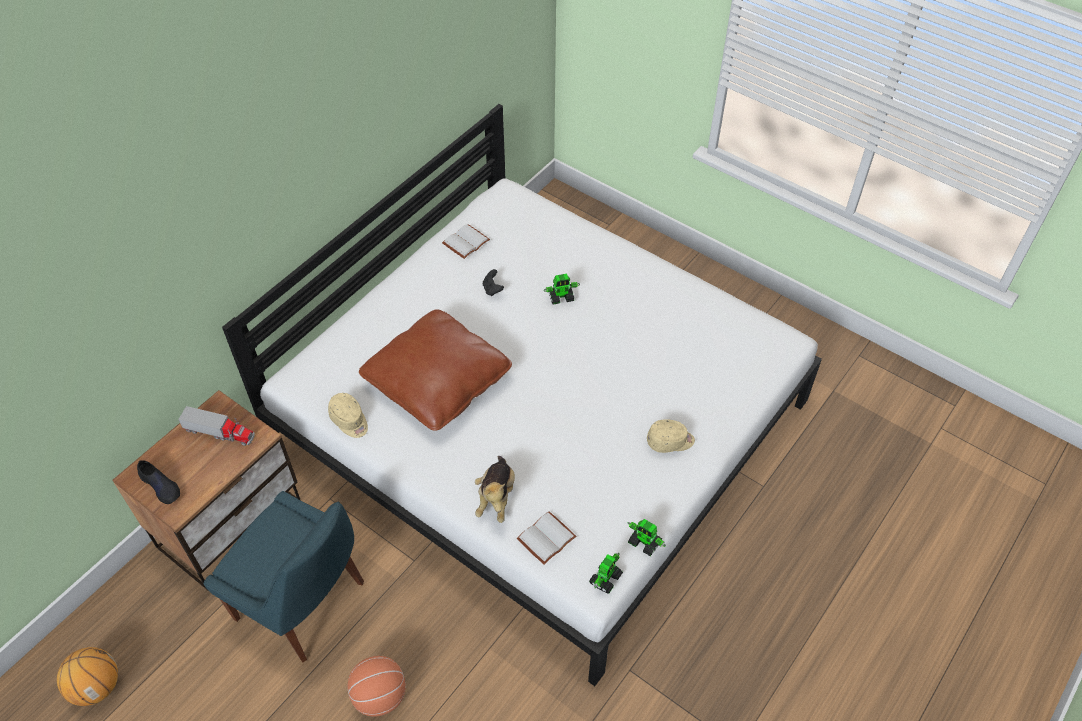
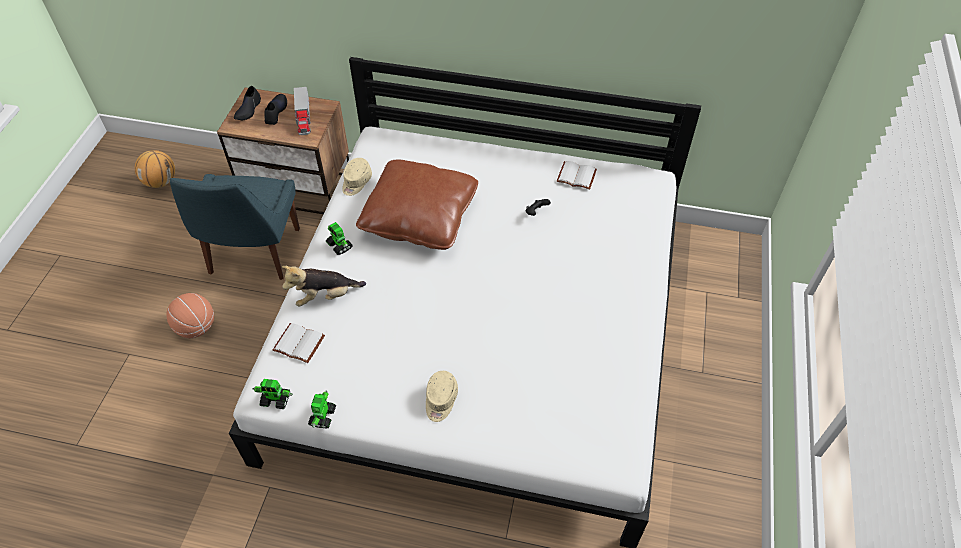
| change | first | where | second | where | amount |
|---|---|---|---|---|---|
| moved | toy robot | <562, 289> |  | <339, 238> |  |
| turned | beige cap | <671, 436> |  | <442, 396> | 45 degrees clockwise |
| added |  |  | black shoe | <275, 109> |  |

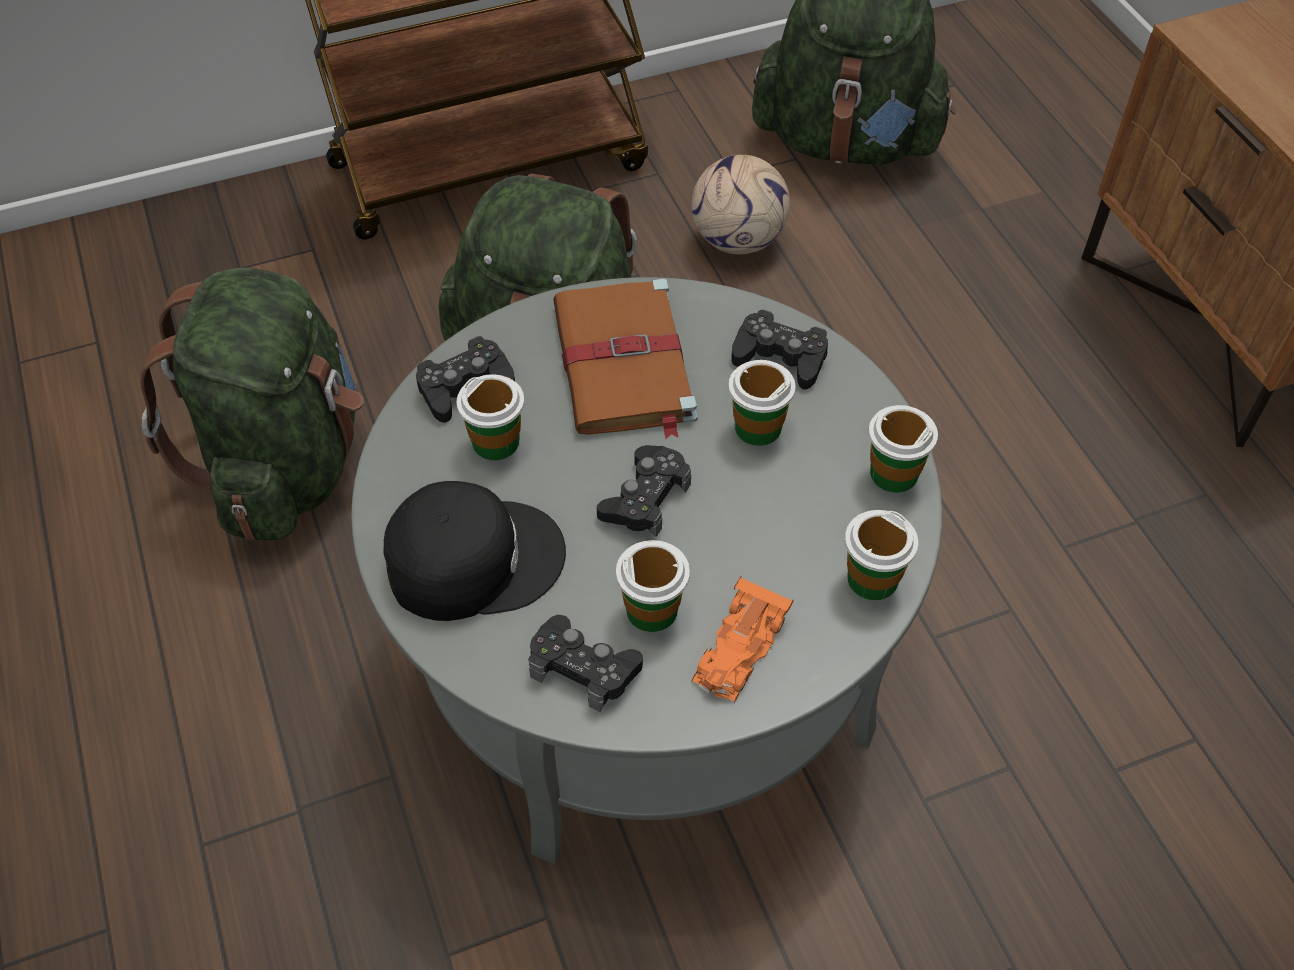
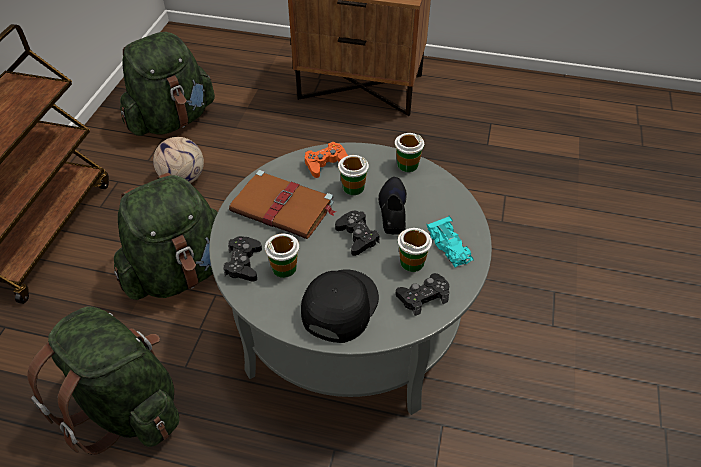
| change | first | where | second | where | amount |
|---|---|---|---|---|---|
| recoloured | orange toy car | <742, 638> | turquoise toy car | <450, 241> |  |
| recoloured | black game controller | <779, 349> | orange game controller | <326, 160> |  |
| removed | cup | <881, 555> |  |  |  |
| added |  |  | black shoe | <392, 206> |  |

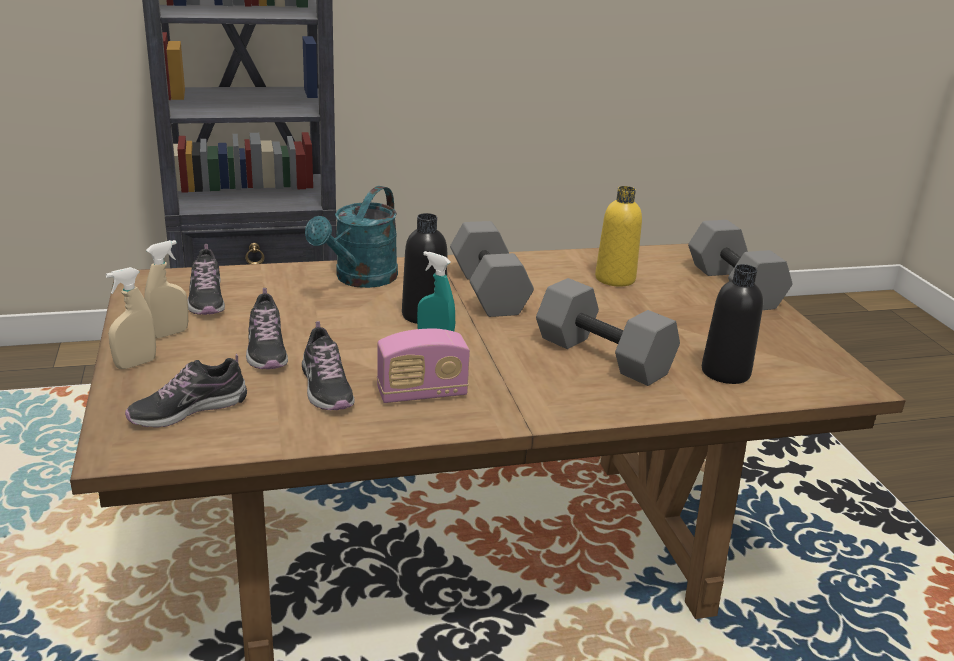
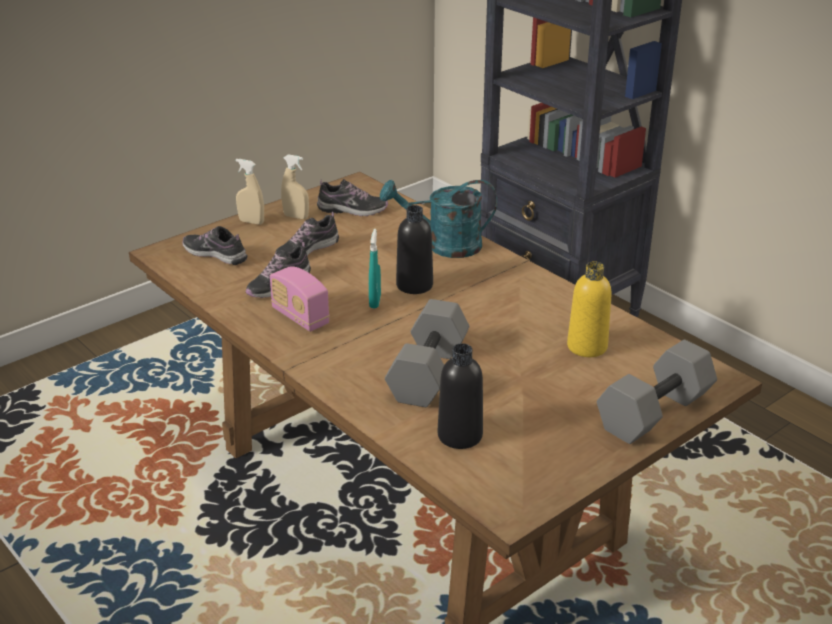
| change | first | where | second | where | amount |
|---|---|---|---|---|---|
| turned | shoe | <206, 279> |  | <352, 197> | 135 degrees counterclockwise |
| removed | grey dumbbell | <492, 269> |  |  |  |

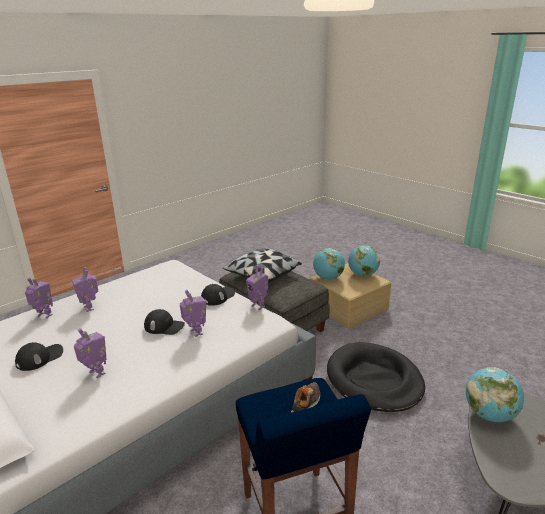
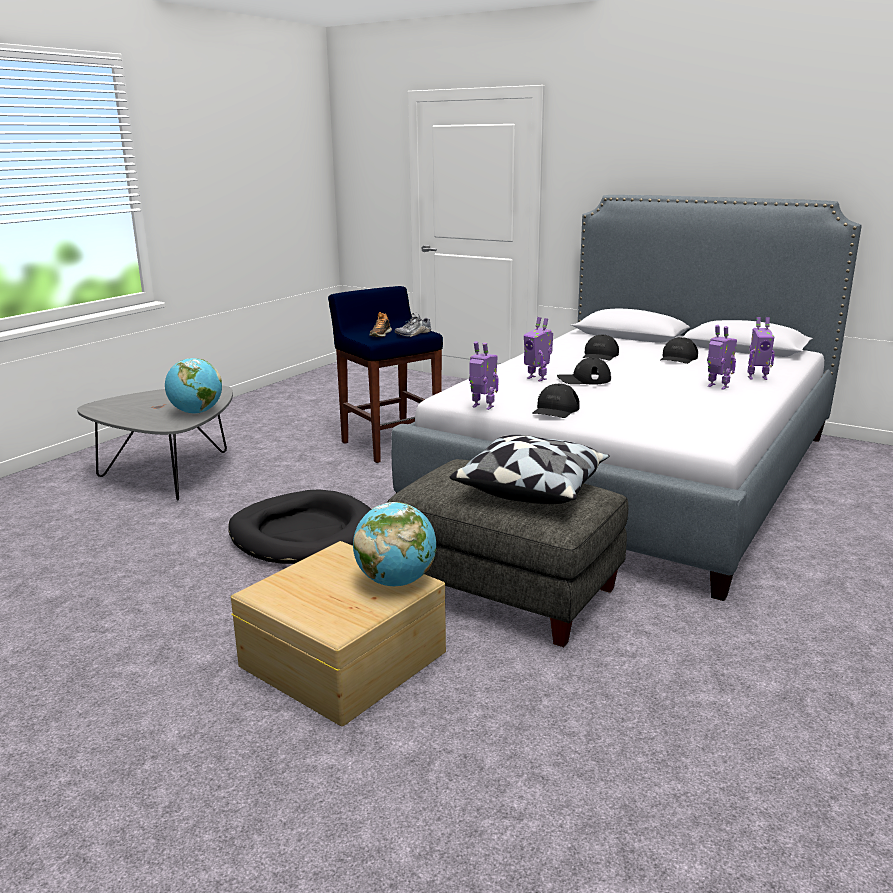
| change | first | where | second | where | amount |
|---|---|---|---|---|---|
| replaced | toy robot | <90, 353> | black cap | <601, 348> |  |
| removed | globe | <364, 261> |  |  |  |
| added |  |  | shoe | <413, 325> |  |

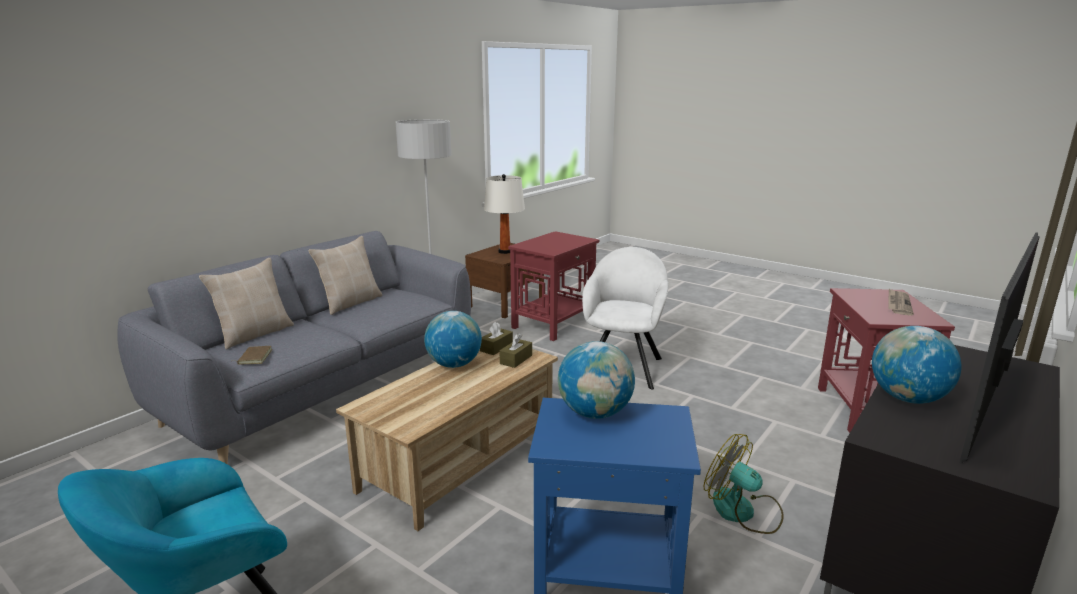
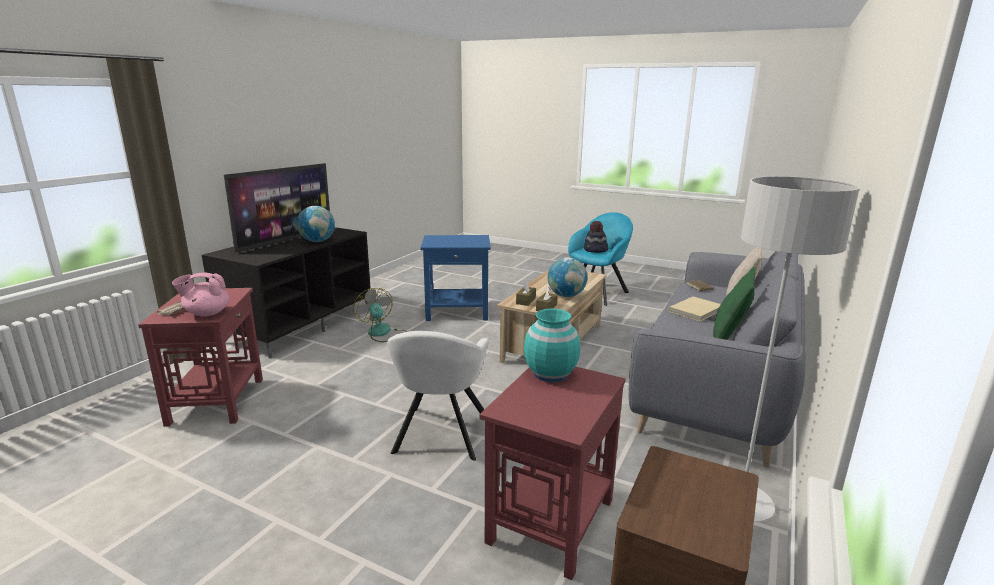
| change | first | where | second | where | amount |
|---|---|---|---|---|---|
| recoloured | beige pillow | <345, 275> | green pillow | <734, 303> |  |
| removed | white table lamp | <504, 214> |  |  |  |
| removed | globe | <596, 380> |  |  |  |
| turned | fan | <744, 484> |  | <380, 315> | 150 degrees counterclockwise |
| added |  |  | pink teapot | <201, 295> |  |
| added |  |  | turquoise vase | <552, 345> |  |
| added |  |  | hat | <596, 237> |  |
| added |  |  | beige book | <694, 309> |  |

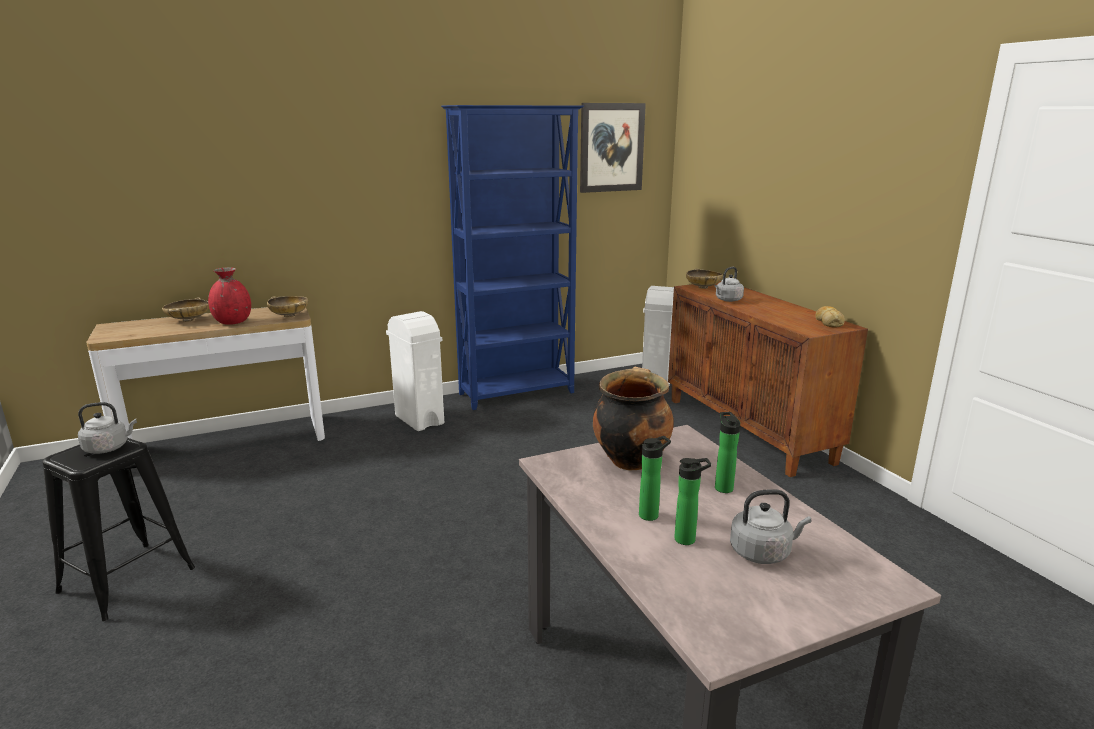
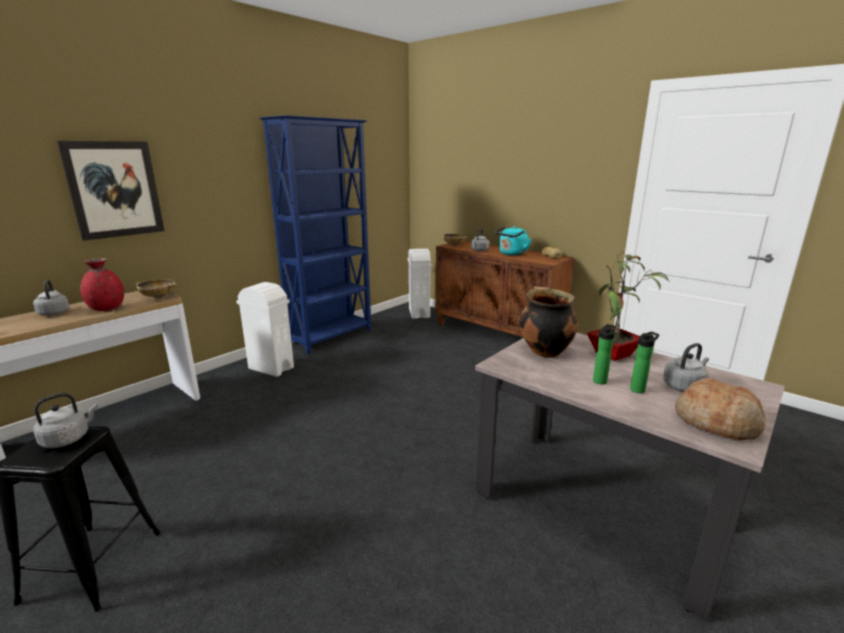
| change | first | where | second | where | amount |
|---|---|---|---|---|---|
| replaced | beige bowl | <185, 309> | grey kettle | <51, 298> |  |
| moved | picture | <613, 148> |  | <111, 191> |  |
| replaced | bottle | <727, 452> | potted plant | <628, 306> |  |
| added |  |  | turquoise kettle | <513, 240> |  |
| added |  |  | bread | <720, 409> |  |

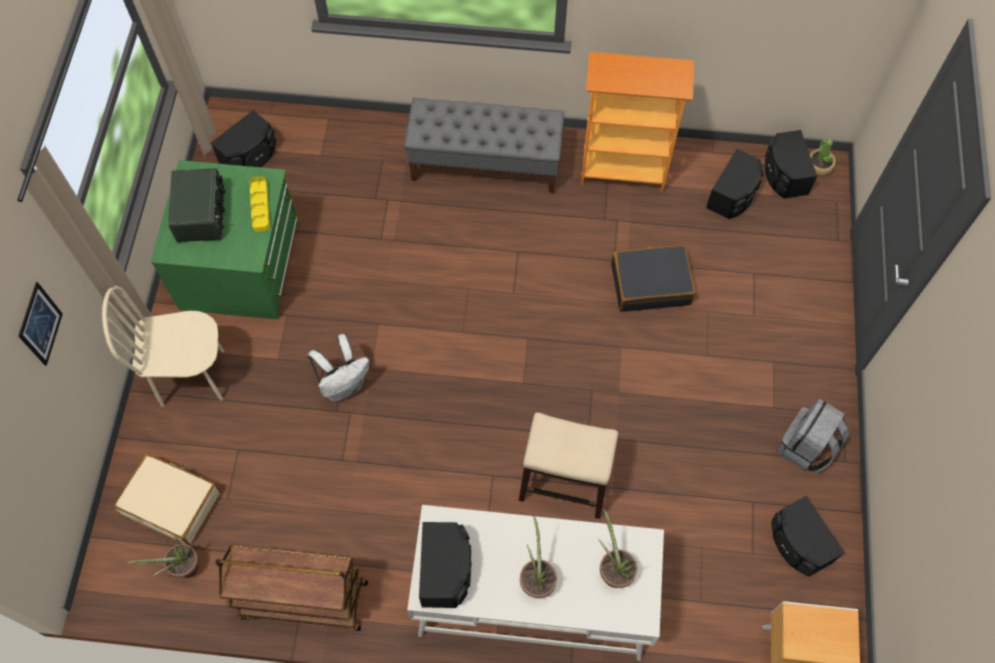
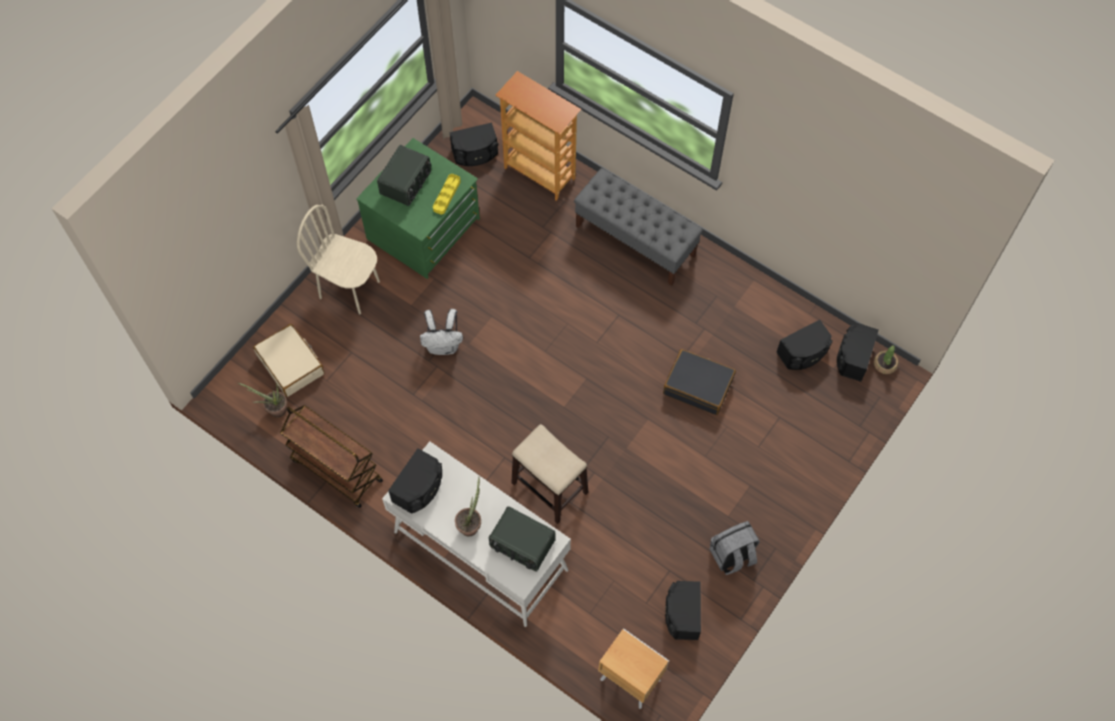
| change | first | where | second | where | amount |
|---|---|---|---|---|---|
| removed | picture | <40, 324> |  |  |  |
| moved | bookcase | <637, 122> |  | <538, 136> |  |
| replaced | potted plant | <618, 548> | radio | <522, 539> |  |

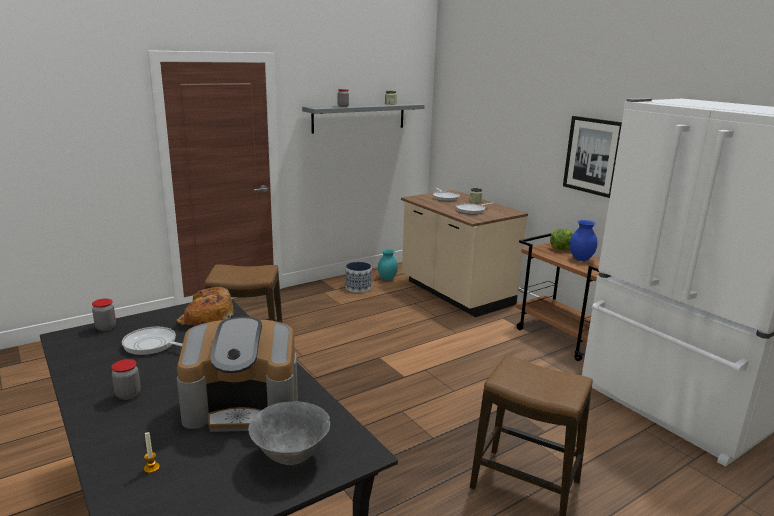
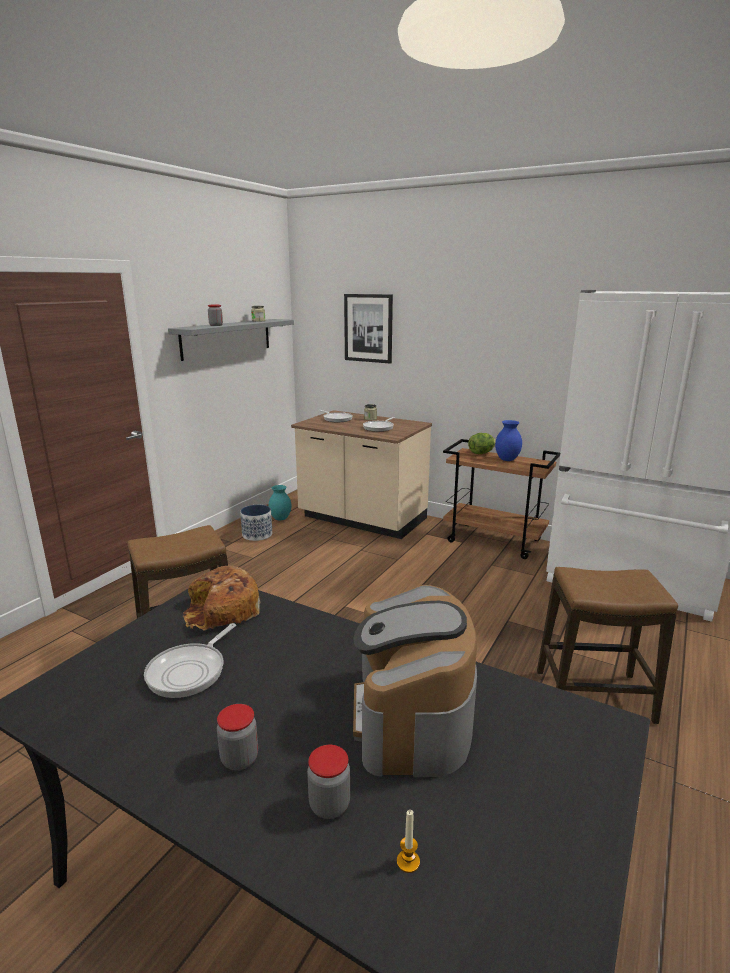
| change | first | where | second | where | amount |
|---|---|---|---|---|---|
| moved | jar | <104, 314> |  | <328, 782> |  |
| turned | frying pan | <152, 341> |  | <190, 660> | 60 degrees counterclockwise |
| turned | coffee machine | <237, 374> |  | <415, 681> | 120 degrees clockwise |
| removed | grey bowl | <289, 433> |  |  |  |
| moved | picture | <592, 157> |  | <368, 328> |  |

